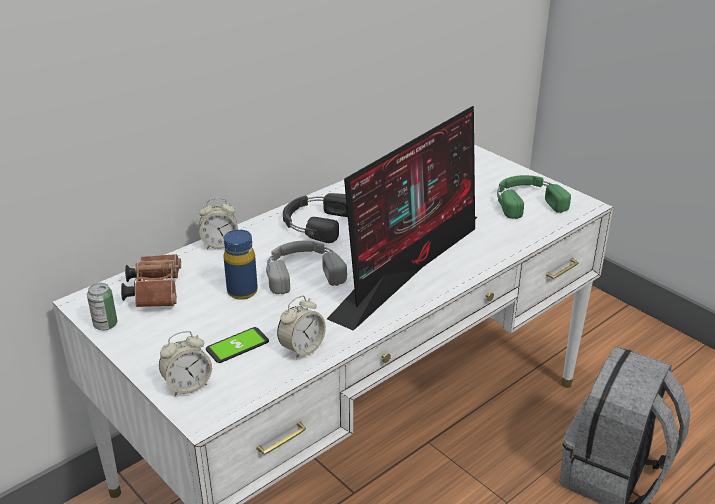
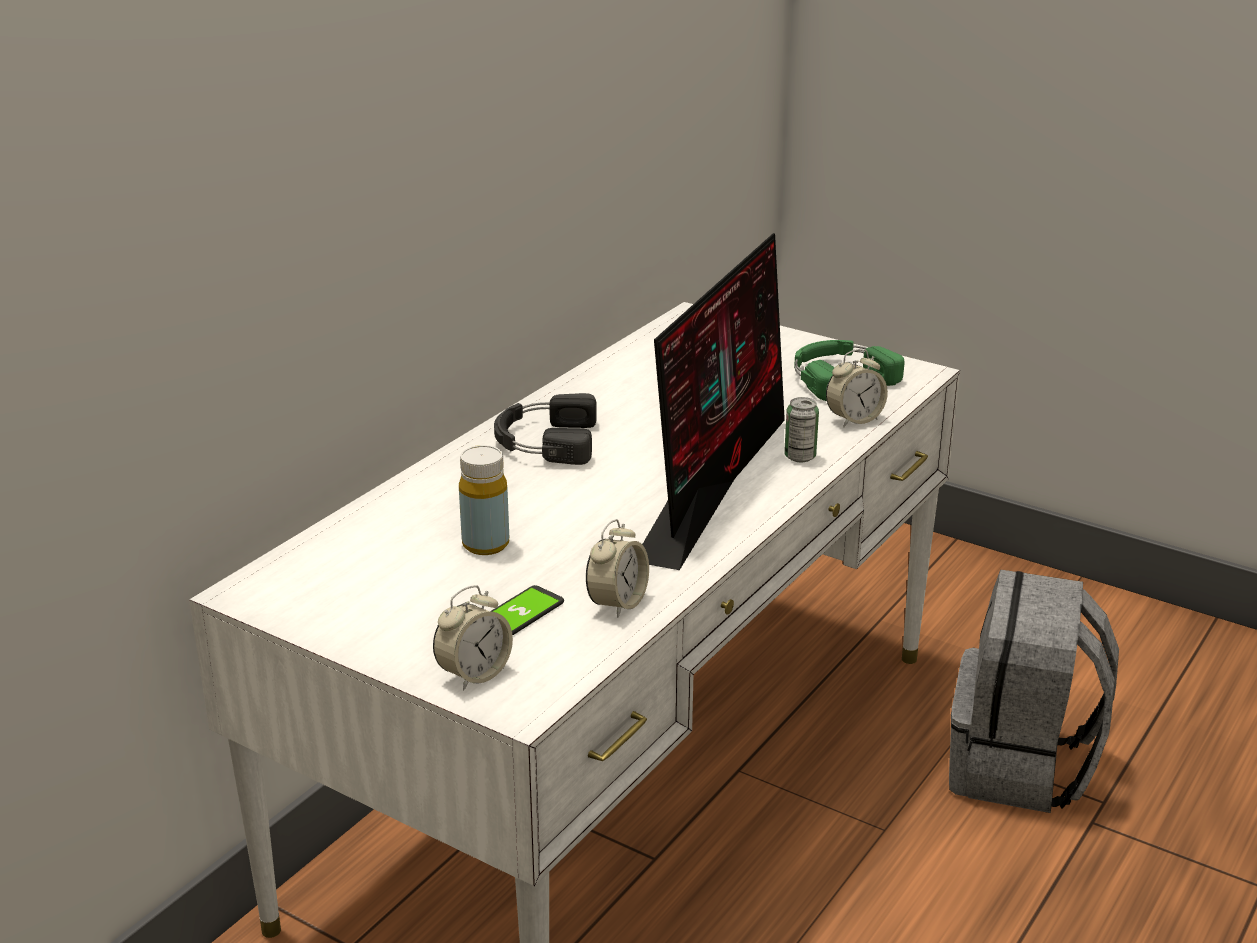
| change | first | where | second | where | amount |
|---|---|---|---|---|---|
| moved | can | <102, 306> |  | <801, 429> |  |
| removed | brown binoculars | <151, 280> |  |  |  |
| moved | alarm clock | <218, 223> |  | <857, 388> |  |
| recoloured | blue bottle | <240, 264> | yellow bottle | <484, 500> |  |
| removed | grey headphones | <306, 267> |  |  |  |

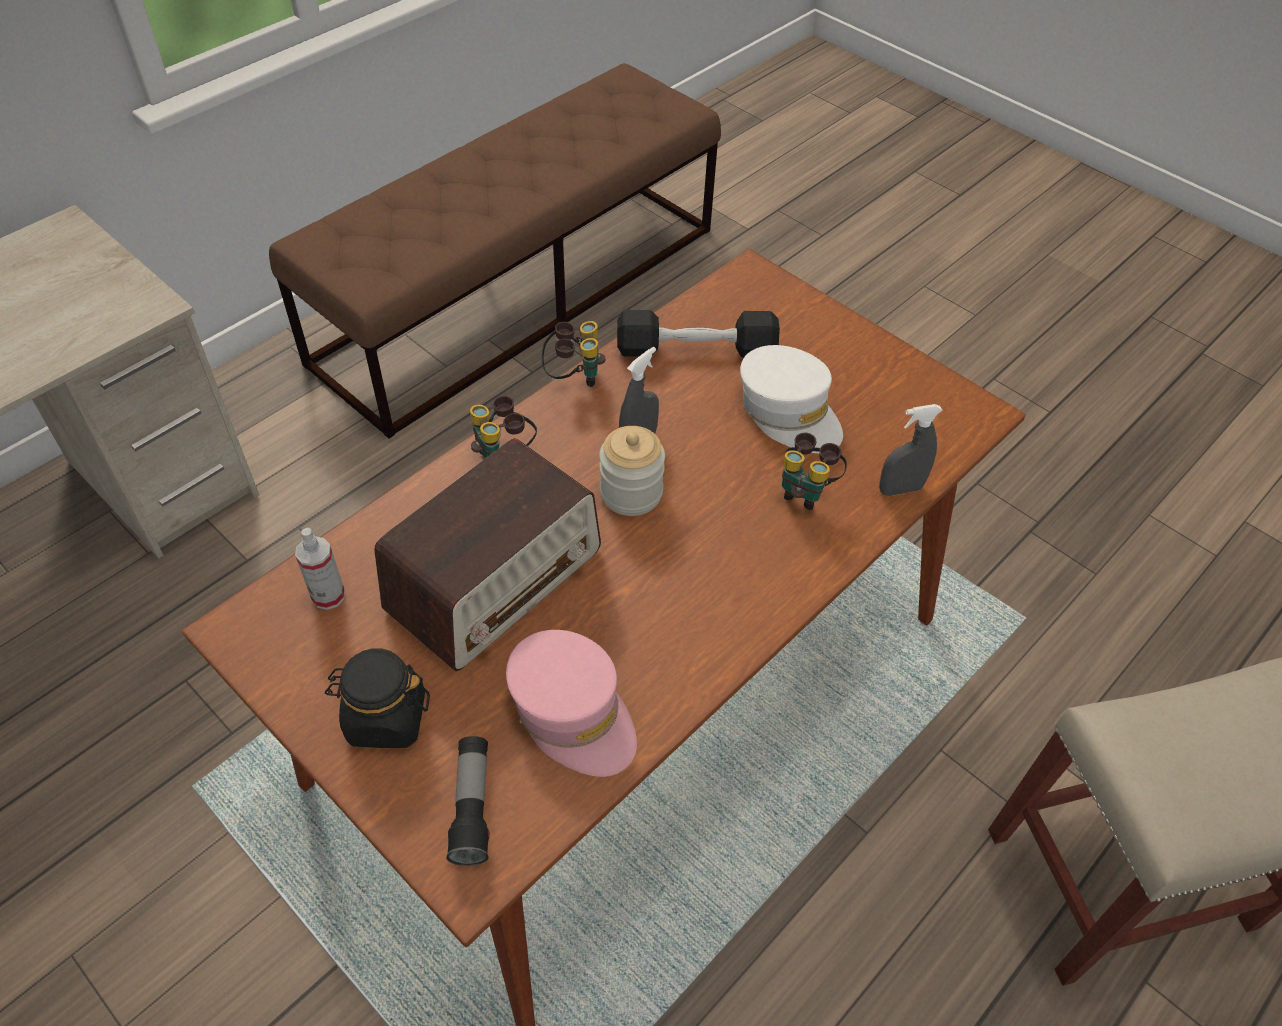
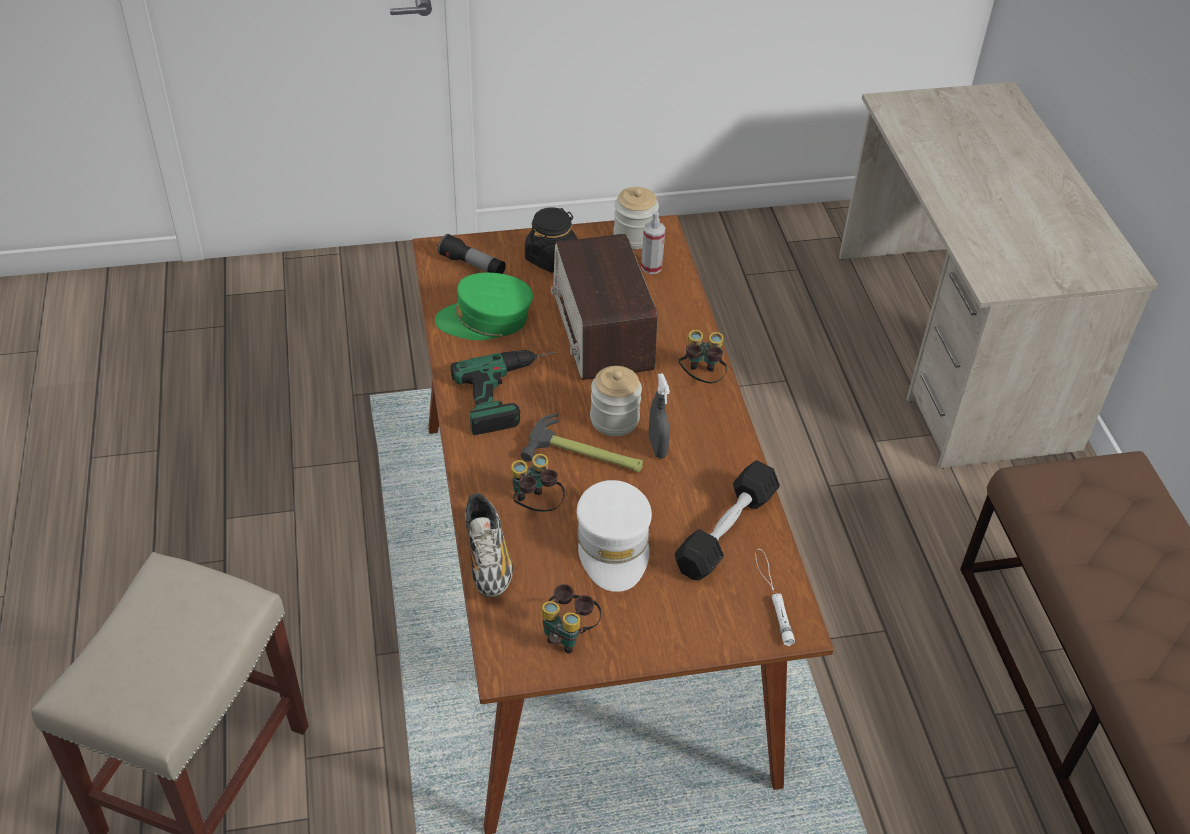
| change | first | where | second | where | amount |
|---|---|---|---|---|---|
| recoloured | pink cap | <571, 703> | green cap | <484, 306> |  |
| moved | binoculars | <573, 354> |  | <571, 619> |  |
| turned | white cap | <791, 399> |  | <614, 536> | 90 degrees counterclockwise |
| replaced | grey spray bottle | <911, 450> | shoe | <489, 545> |  |
| added |  |  | power drill | <503, 392> |  |
| added |  |  | hammer | <581, 442> |  |
| added |  |  | jar | <636, 218> |  |
| added |  |  | white flashlight | <775, 597> |  |

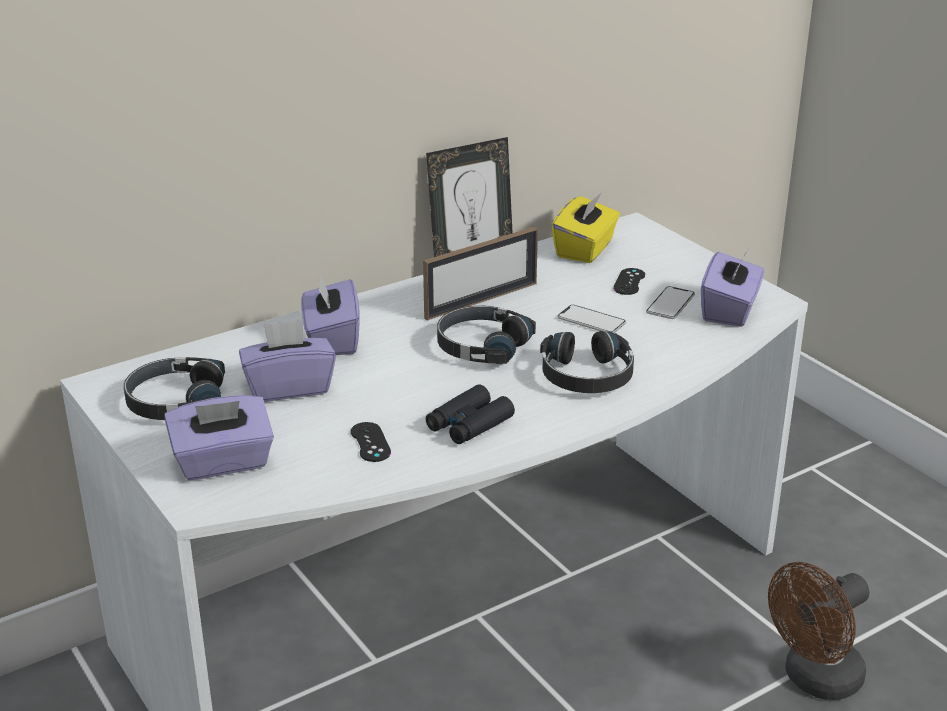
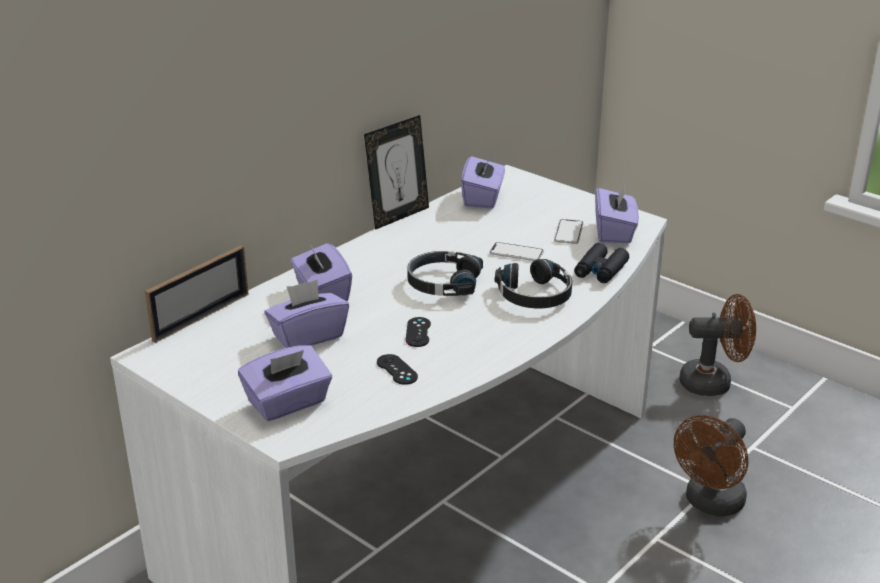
| change | first | where | second | where | amount |
|---|---|---|---|---|---|
| removed | black headphones | <174, 388> |  |  |  |
| moved | picture frame | <480, 274> |  | <197, 294> |  |
| moved | black binoculars | <470, 414> |  | <601, 263> |  |
| recoloured | yellow tissue box | <586, 227> | purple tissue box | <483, 181> |  |
| moved | black game controller | <629, 281> |  | <418, 332> |  |
| added |  |  | brown fan | <717, 345> |  |

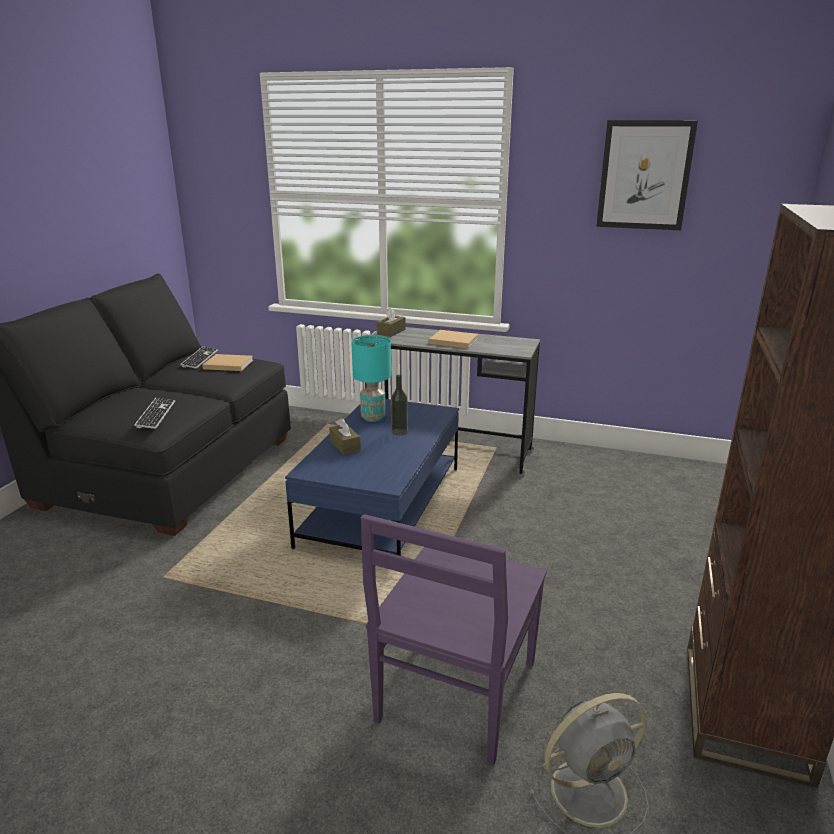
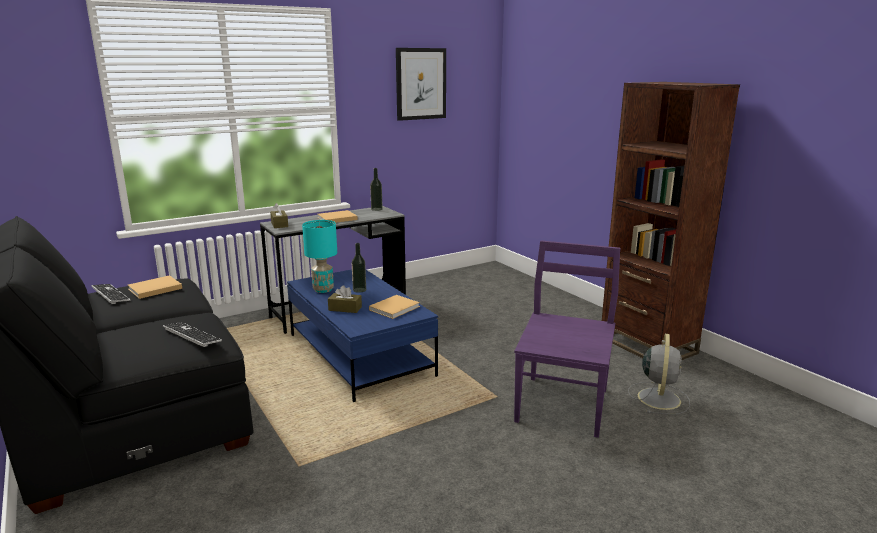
| change | first | where | second | where | amount |
|---|---|---|---|---|---|
| turned | purple chair | <454, 640> |  | <567, 339> | 135 degrees counterclockwise |
| added |  |  | beige book | <394, 307> |  |
| added |  |  | bottle | <376, 189> |  |

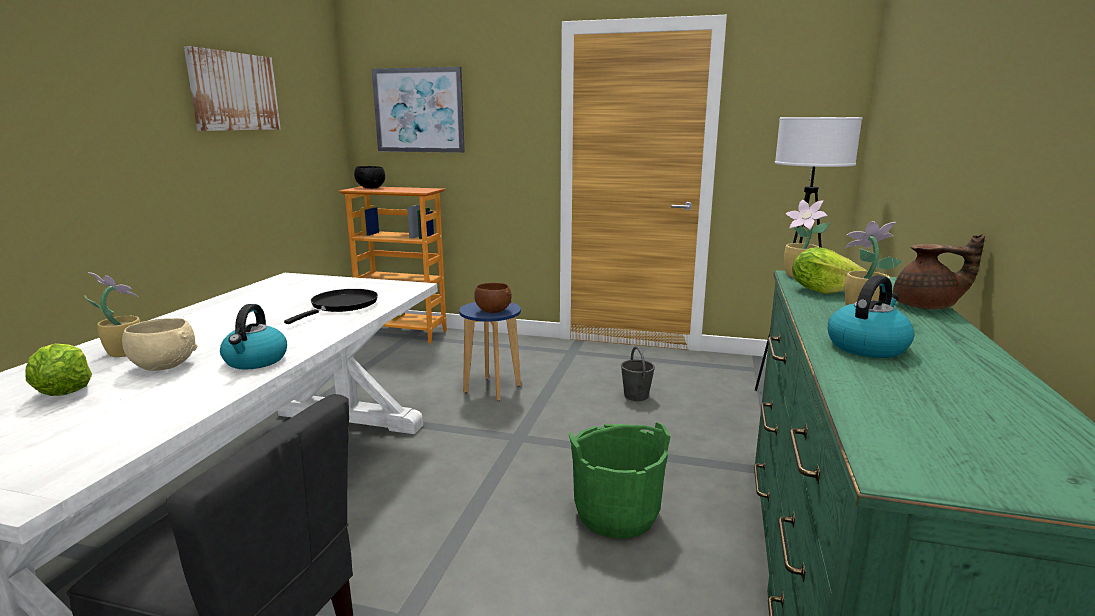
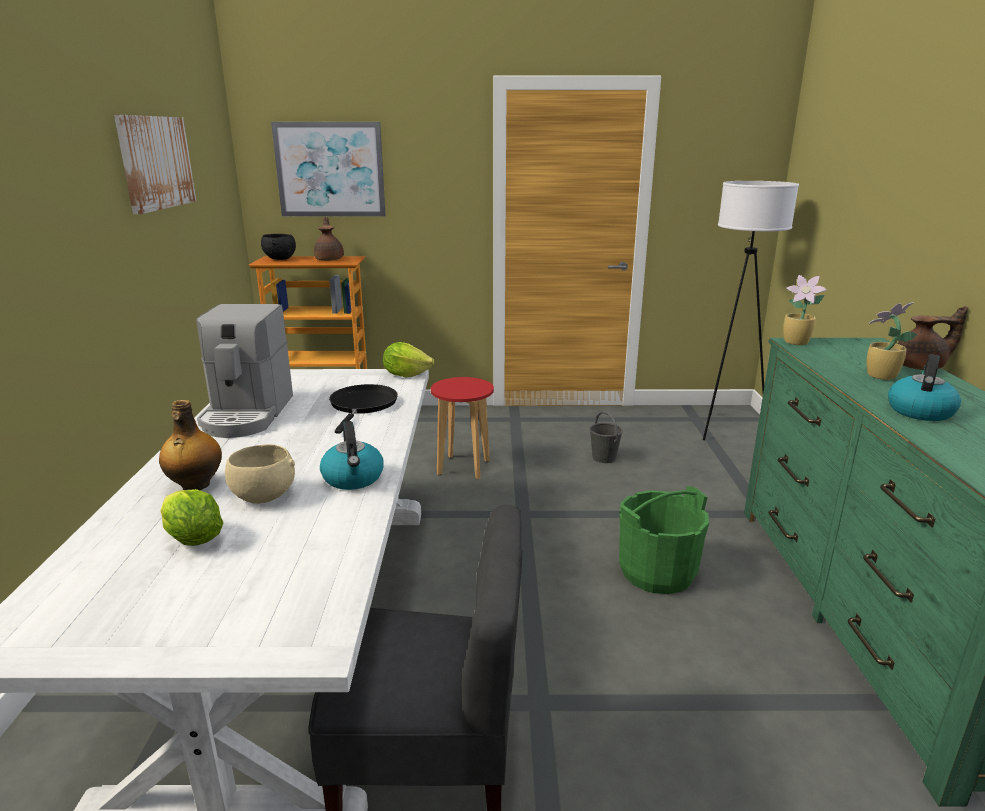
| change | first | where | second | where | amount |
|---|---|---|---|---|---|
| replaced | potted plant | <112, 314> | bottle | <190, 445> |  |
| recoloured | blue stool | <490, 351> | red stool | <462, 428> |  |
| removed | brown bowl | <493, 298> |  |  |  |
| moved | lettuce | <830, 270> |  | <408, 359> |  |
| added |  |  | coffee machine | <244, 371> |  |
| added |  |  | brown teapot | <329, 239> |  |

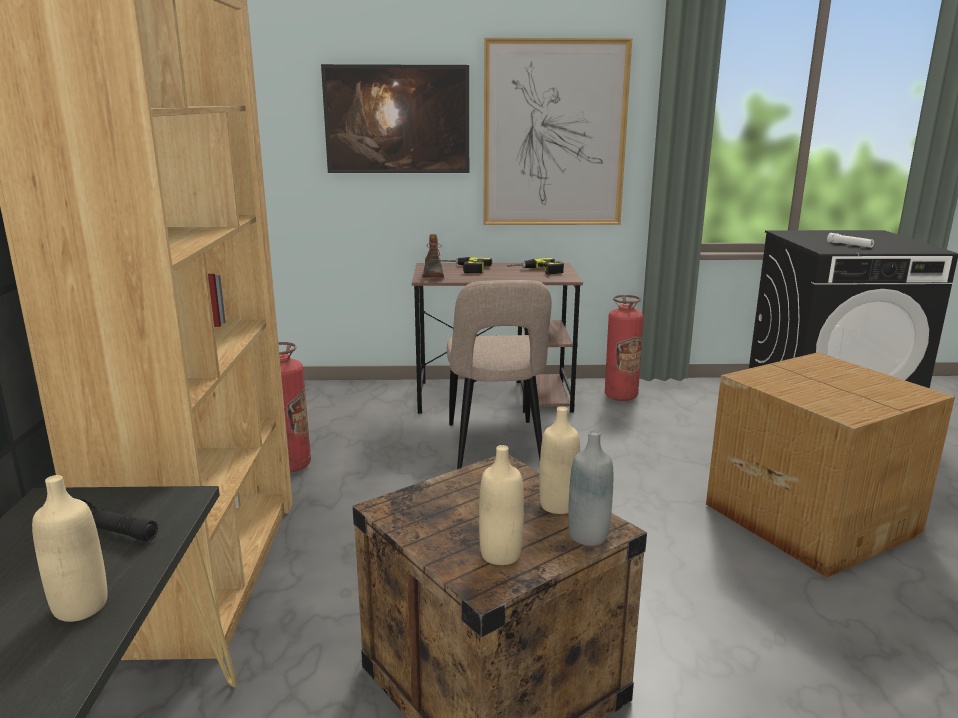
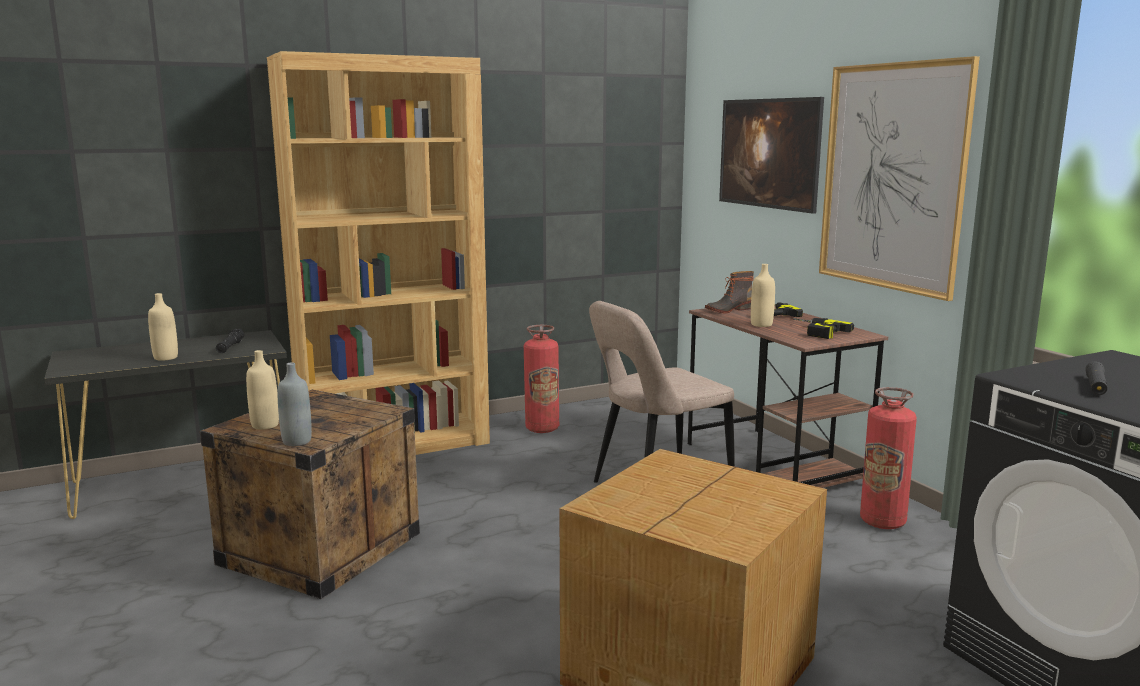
| change | first | where | second | where | amount |
|---|---|---|---|---|---|
| moved | beige bottle | <559, 460> |  | <763, 295> |  |
| recoloured | white flashlight | <850, 240> | black flashlight | <1096, 378> |  |

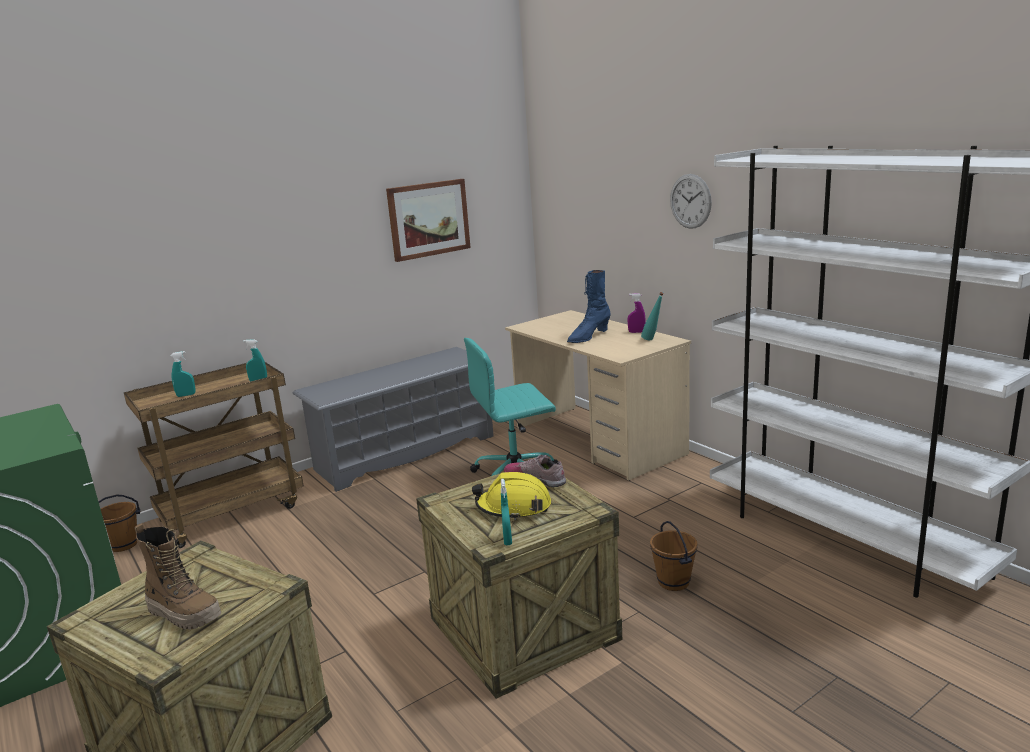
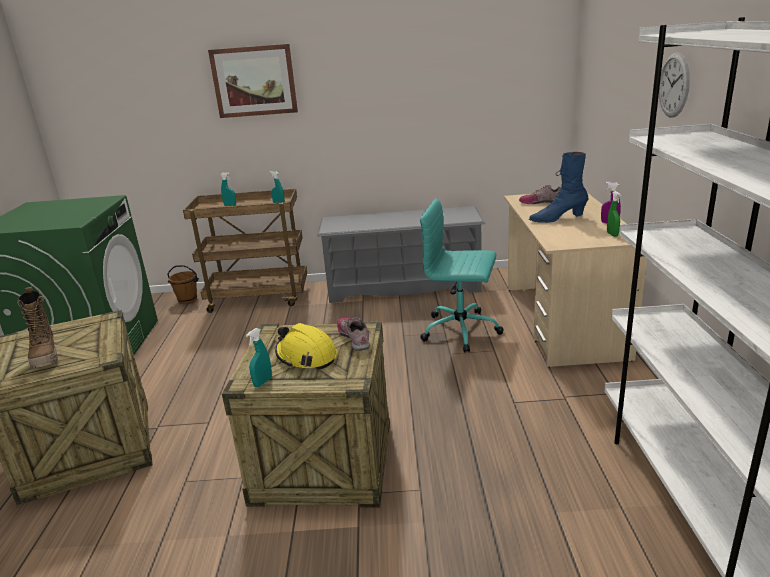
| change | first | where | second | where | amount |
|---|---|---|---|---|---|
| moved | picture | <428, 220> |  | <253, 81> |  |
| replaced | turquoise bottle | <652, 316> | green spray bottle | <614, 214> |  |
| removed | brown bucket | <674, 556> |  |  |  |
| added |  |  | shoe | <540, 194> |  |

